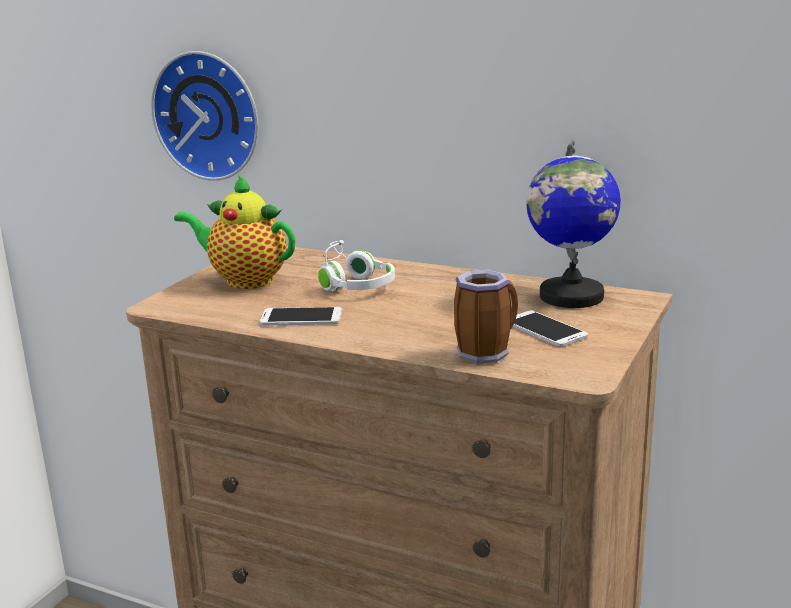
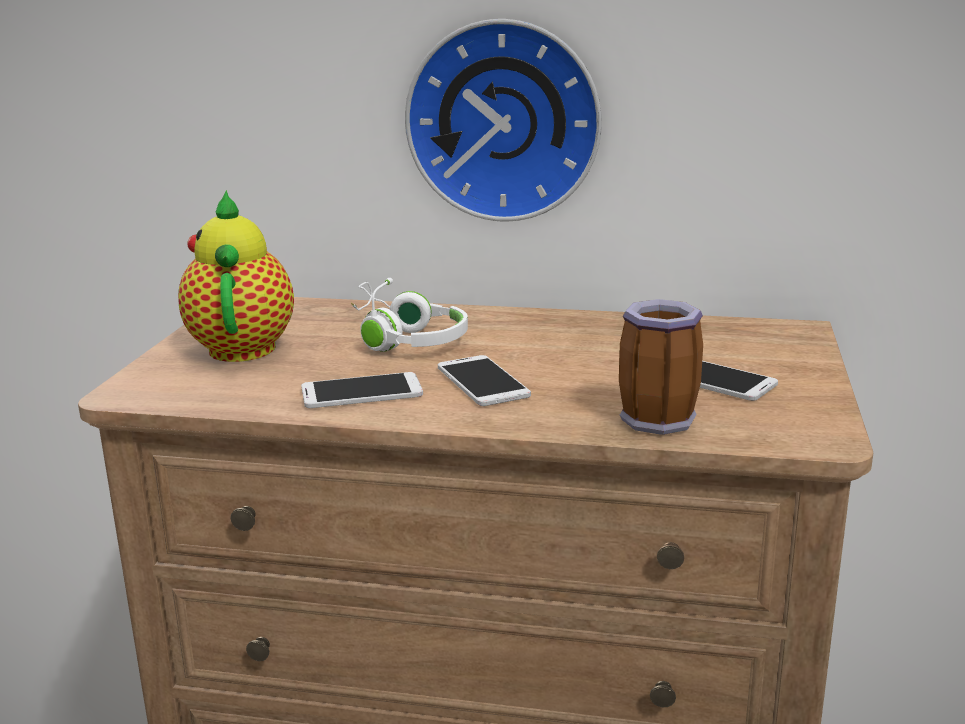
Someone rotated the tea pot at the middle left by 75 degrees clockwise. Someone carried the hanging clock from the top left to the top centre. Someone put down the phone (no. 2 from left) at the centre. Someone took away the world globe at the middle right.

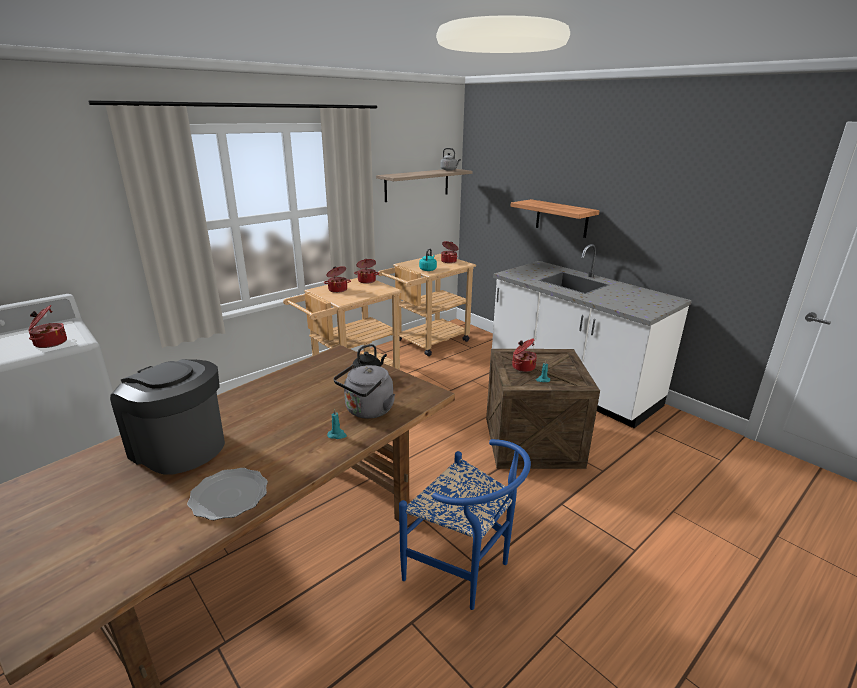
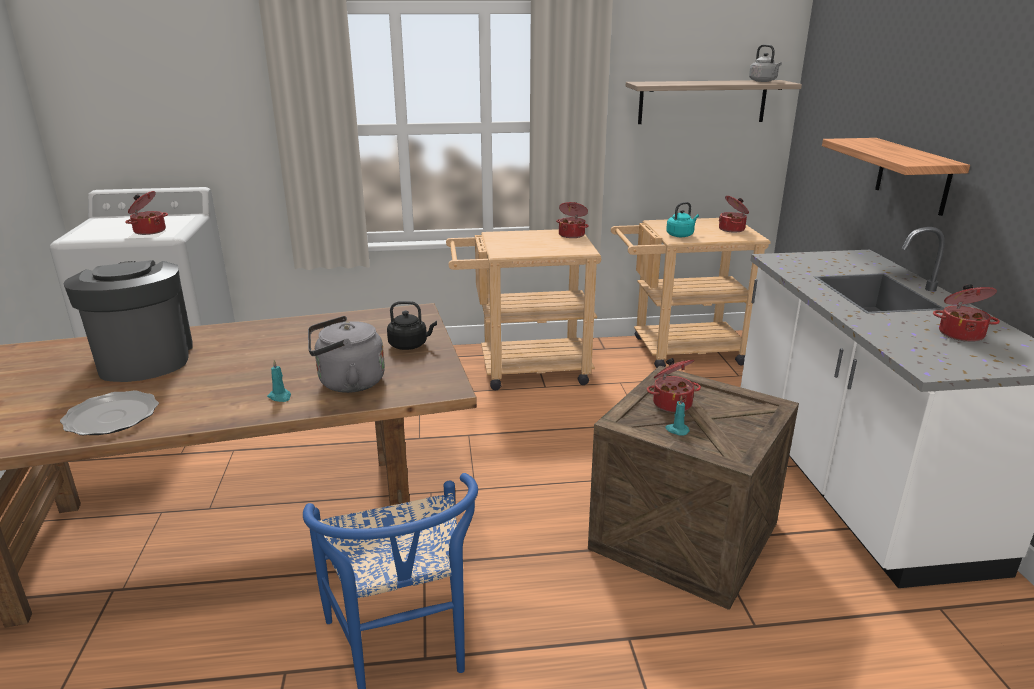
Someone carried the cooking pot (no. 2 from left in the first image) from the centre to the middle right.

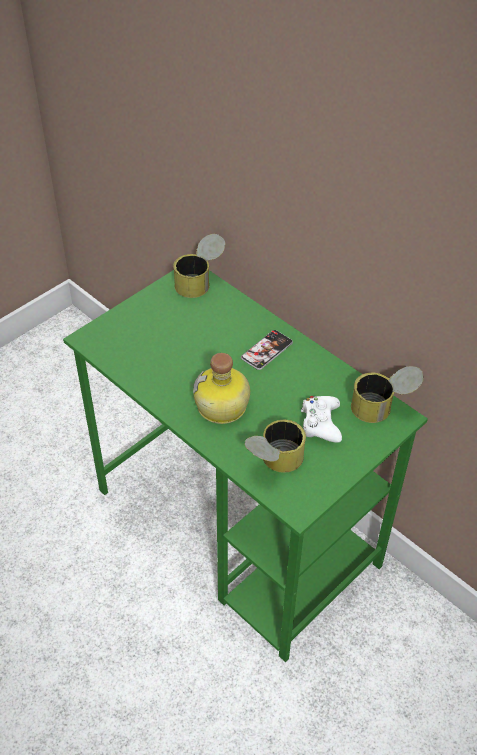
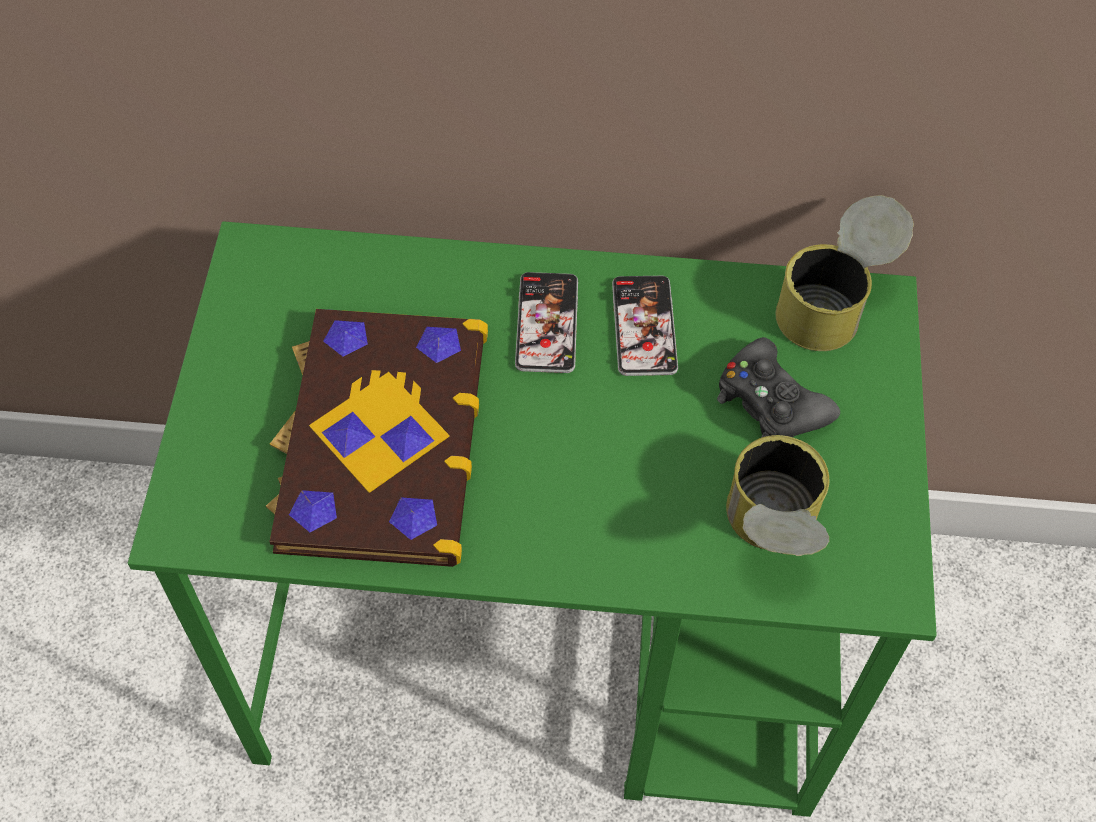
Someone put down the book at the centre. Someone put down the phone (no. 2 from left) at the centre. Someone repainted the white gamepad at the middle right, which became the blackish gamepad at the middle right. Someone took away the can (no. 1 from left) at the centre. Someone took away the bottle at the centre.

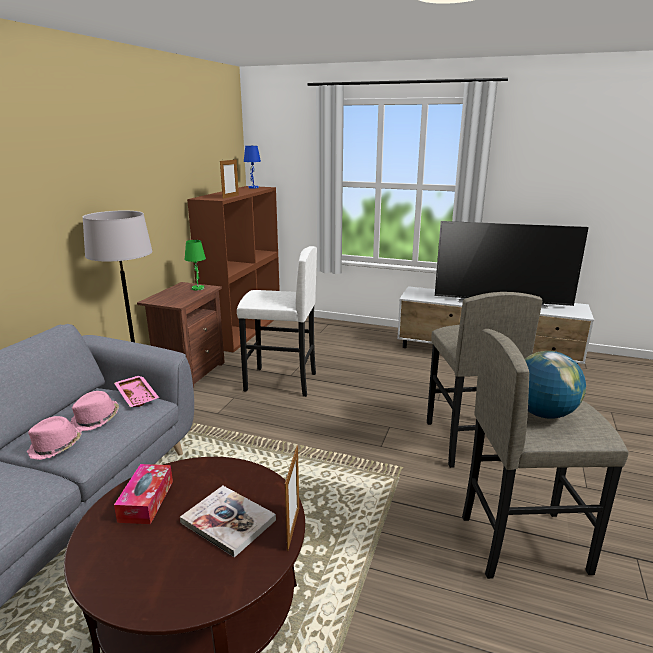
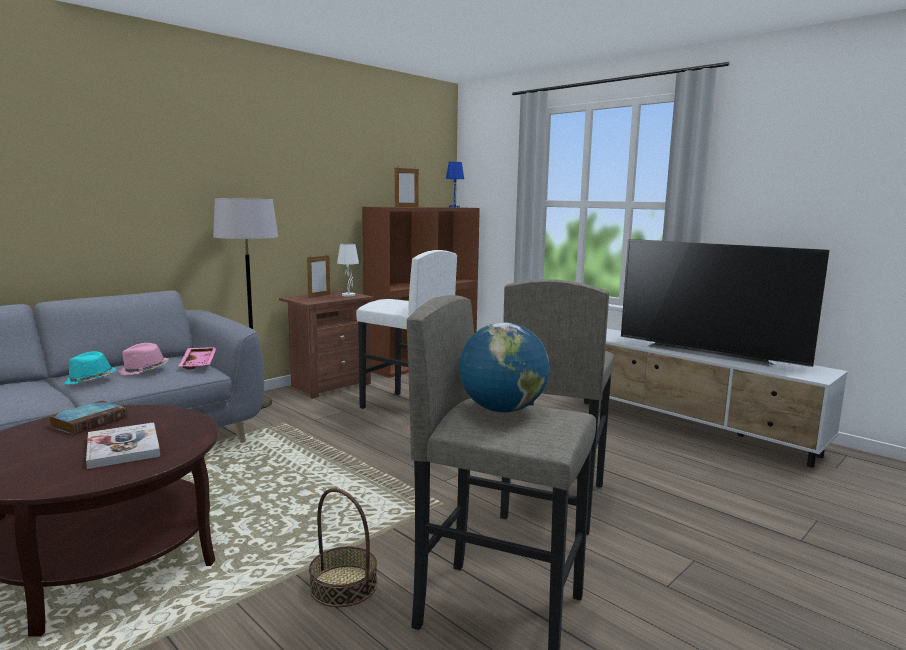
Someone swapped the tissue box at the bottom left for the book (no. 1 from left) at the middle left. Someone repainted the pink wearable hat (no. 1 from left) at the bottom left, which became the turquoise-coloured wearable hat at the middle left. Someone carried the picture frame (no. 2 from left in the first image) from the bottom centre to the centre. Someone put down the basket at the bottom centre. Someone repainted the green tabletop lamp at the middle left, which became the white tabletop lamp at the centre.

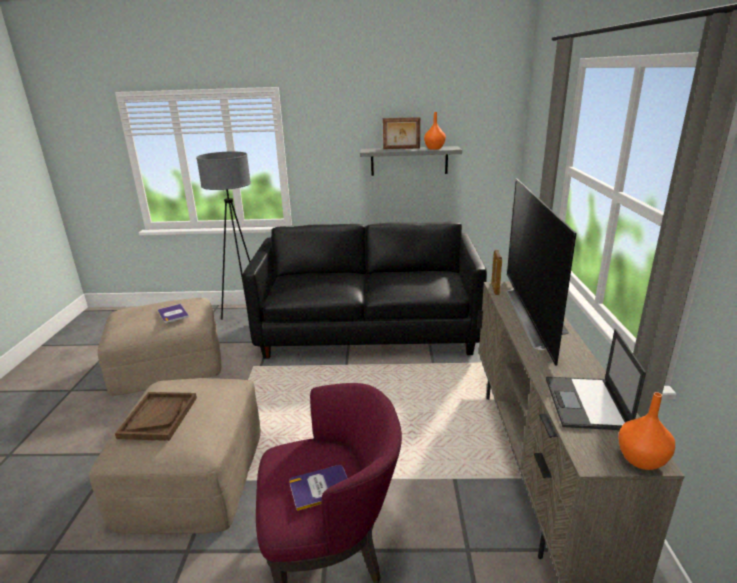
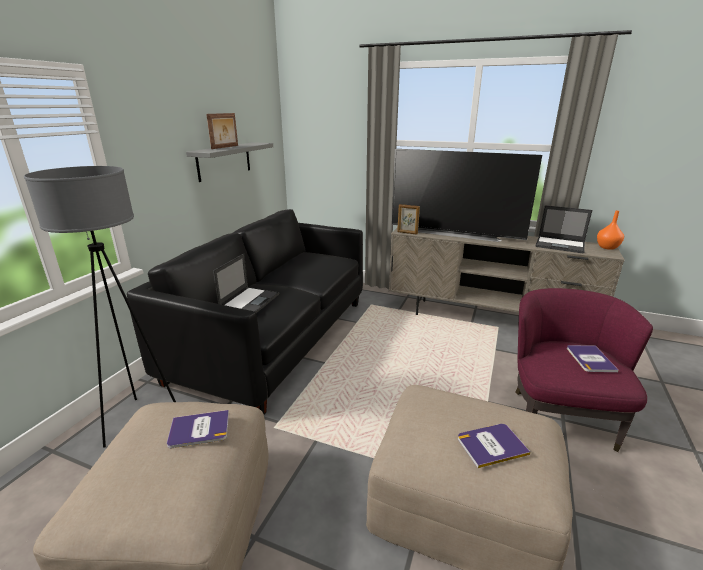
Someone put down the laptop (no. 1 from left) at the centre. Someone swapped the brown-coloured carrying tray at the bottom left for the book (no. 2 from left) at the bottom right. Someone took away the orangey vase (no. 1 from left) at the top centre.

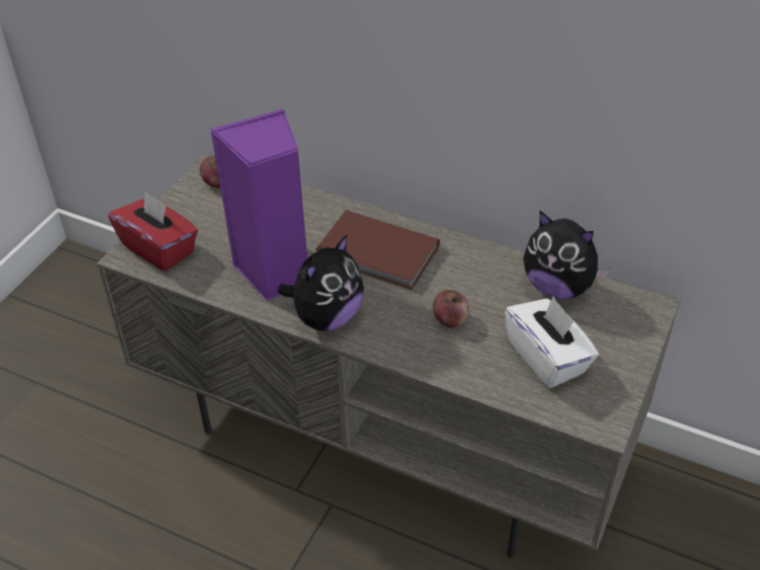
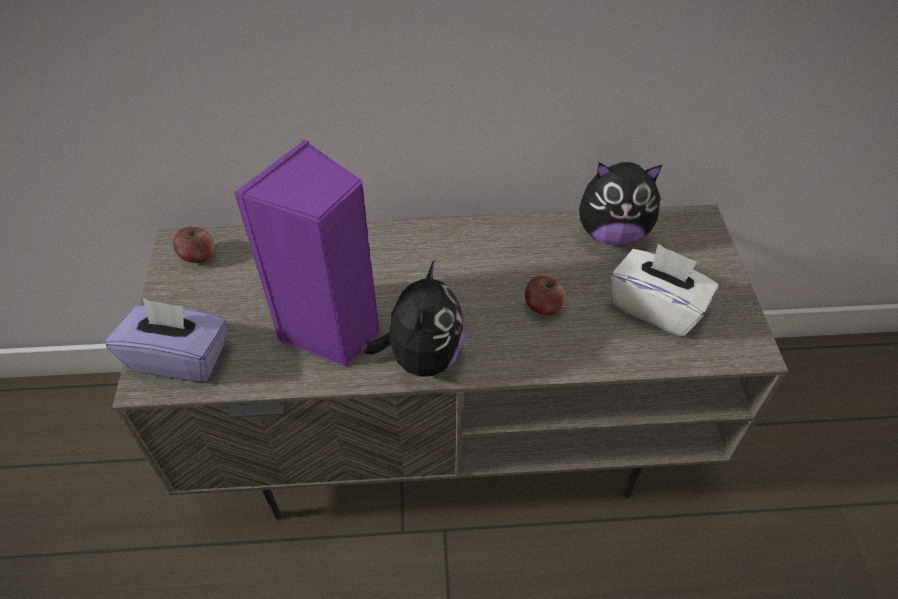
Someone repainted the reddish tissue box at the middle left, which became the purple-coloured tissue box at the middle left. Someone took away the brown-coloured book at the centre.

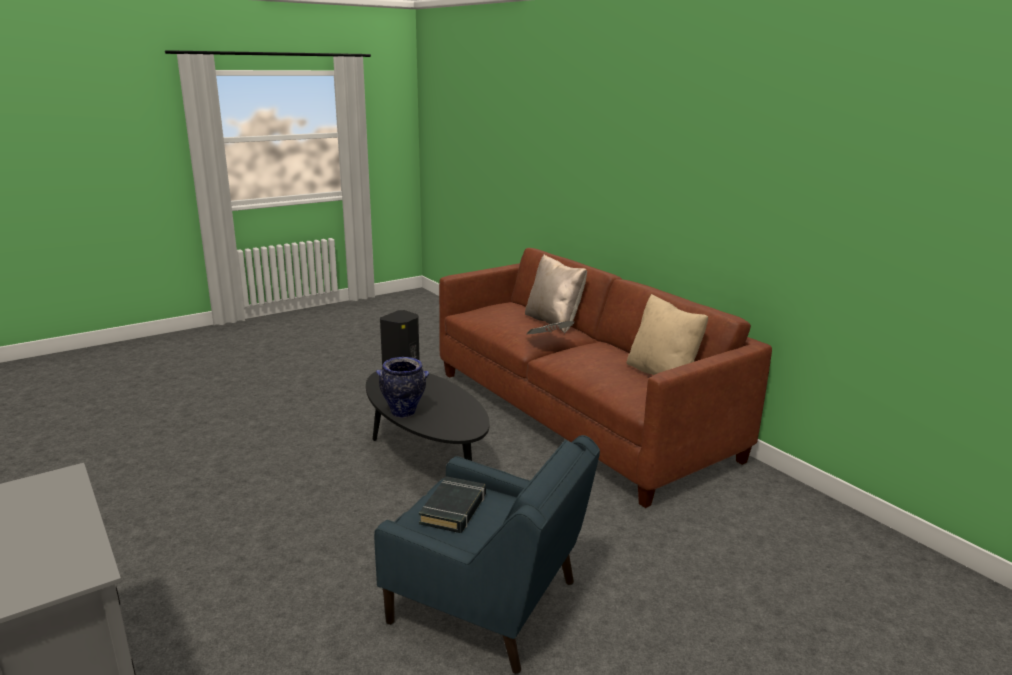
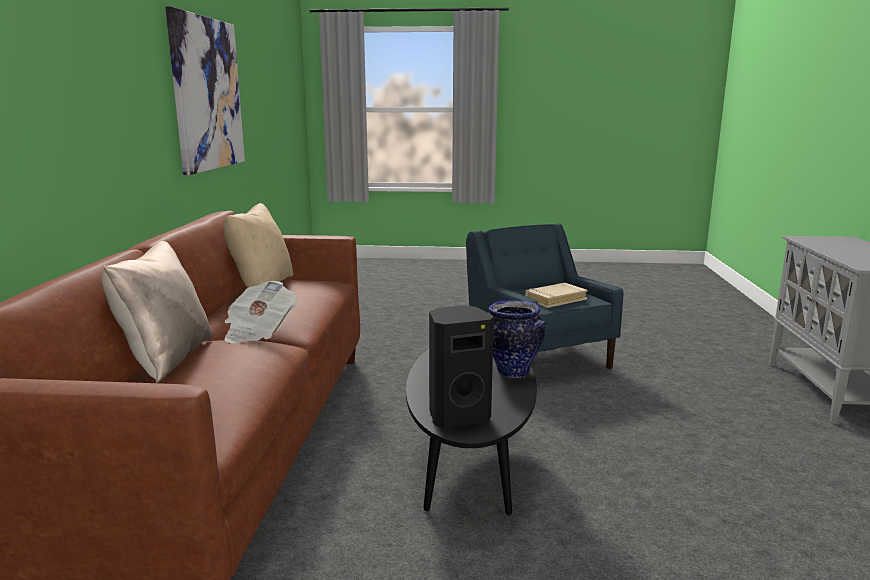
Someone put up the picture at the top left. Someone repainted the blackish book at the bottom centre, which became the beige book at the centre.

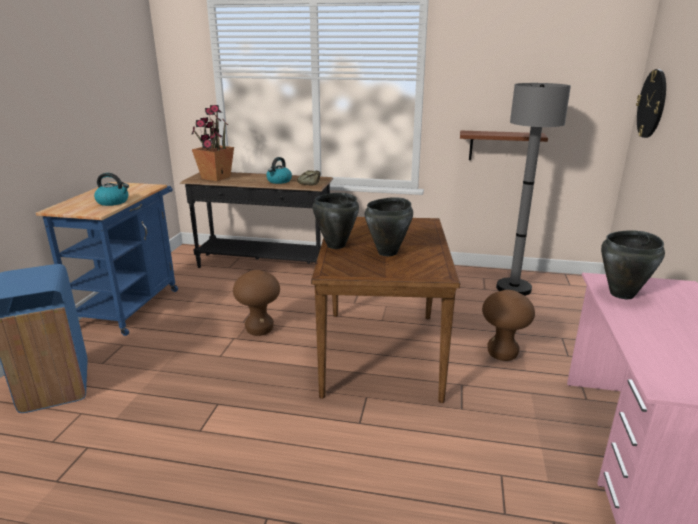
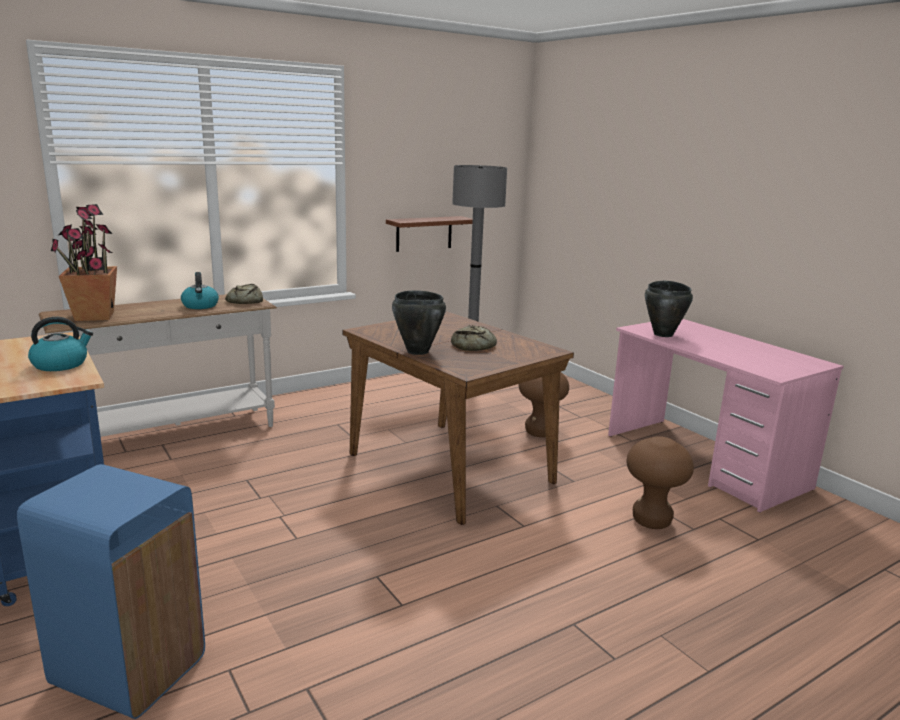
Someone repainted the blackish hall table at the centre, which became the white hall table at the middle left. Someone swapped the blackish cooking pot (no. 2 from left) at the centre for the baked bread (no. 2 from left) at the centre. Someone carried the brown-coloured stool (no. 1 from left in the first image) from the centre to the bottom right. Someone took away the hanging clock at the top right.

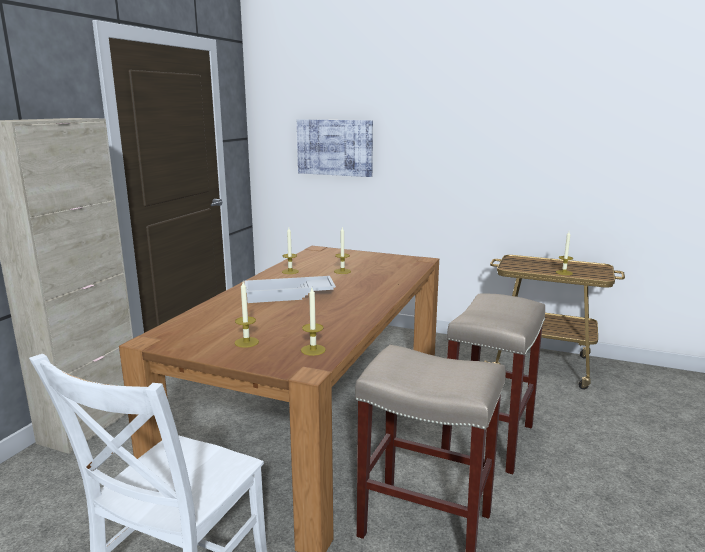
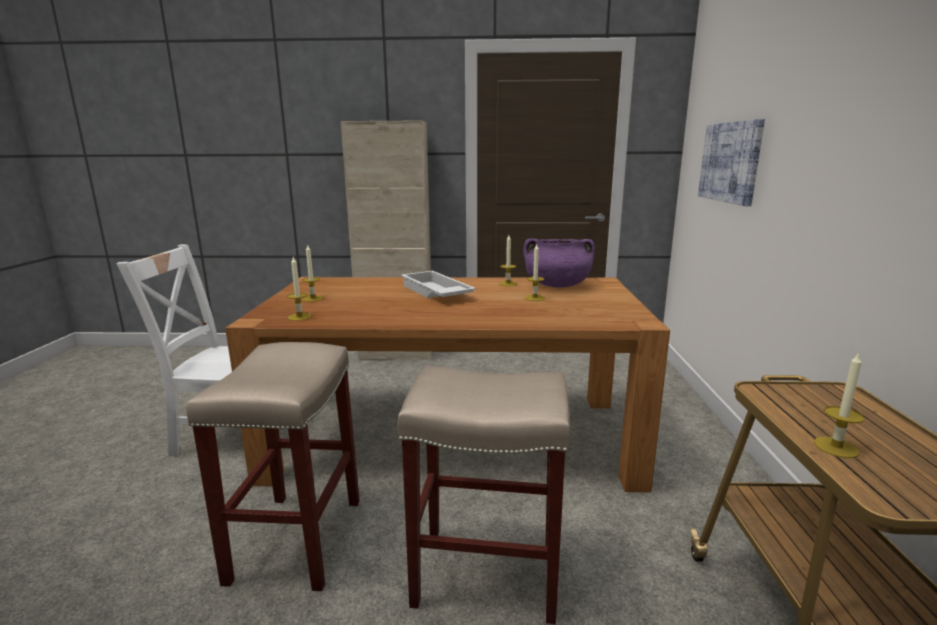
Someone put down the purple-coloured cooking pot at the centre.

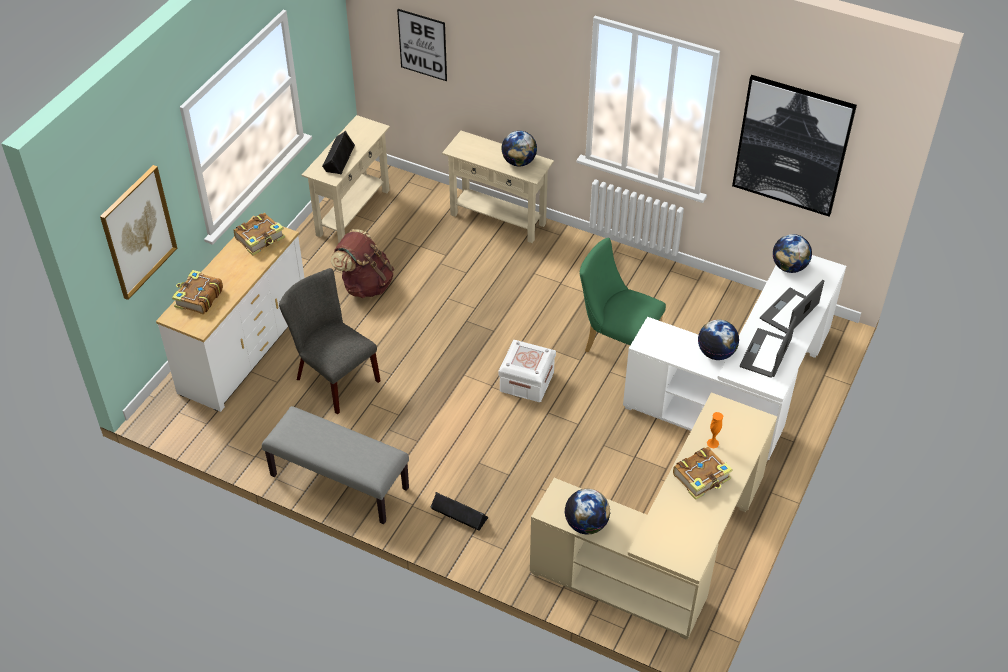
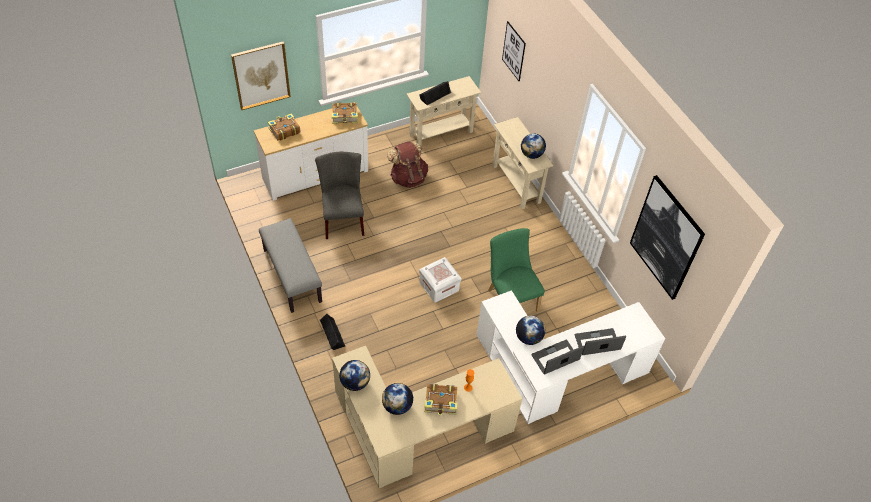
Someone carried the world globe (no. 4 from left in the first image) from the middle right to the bottom centre.

